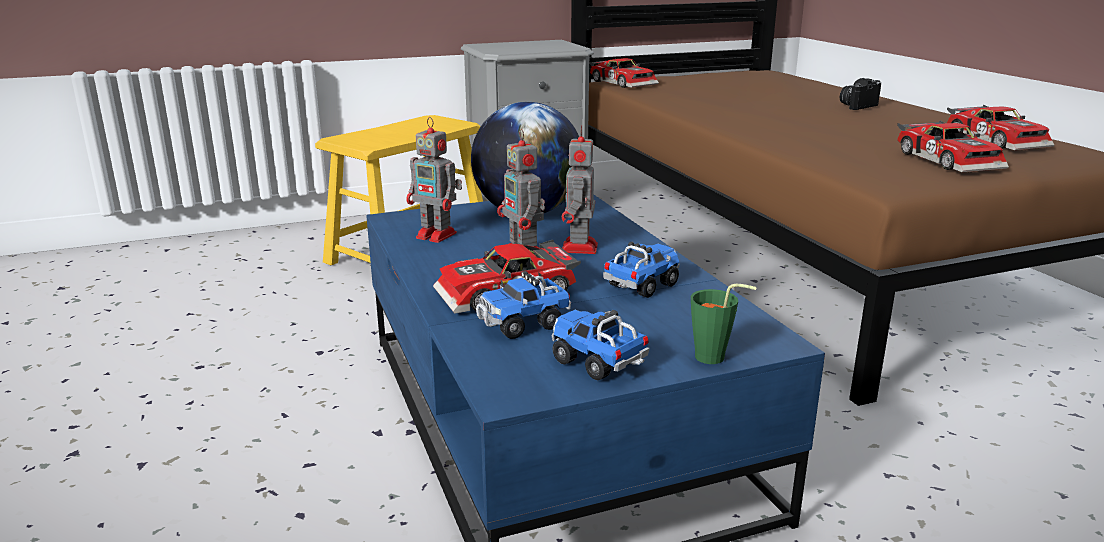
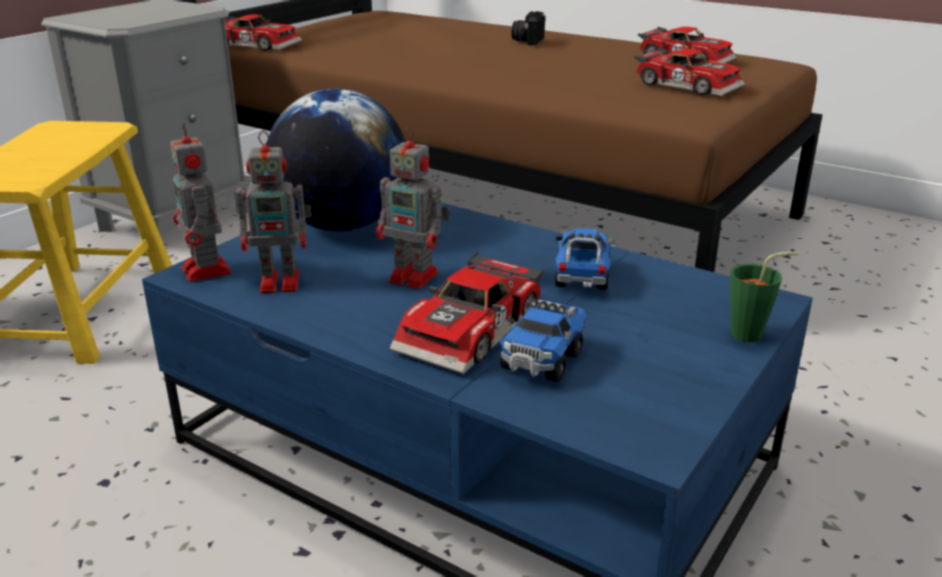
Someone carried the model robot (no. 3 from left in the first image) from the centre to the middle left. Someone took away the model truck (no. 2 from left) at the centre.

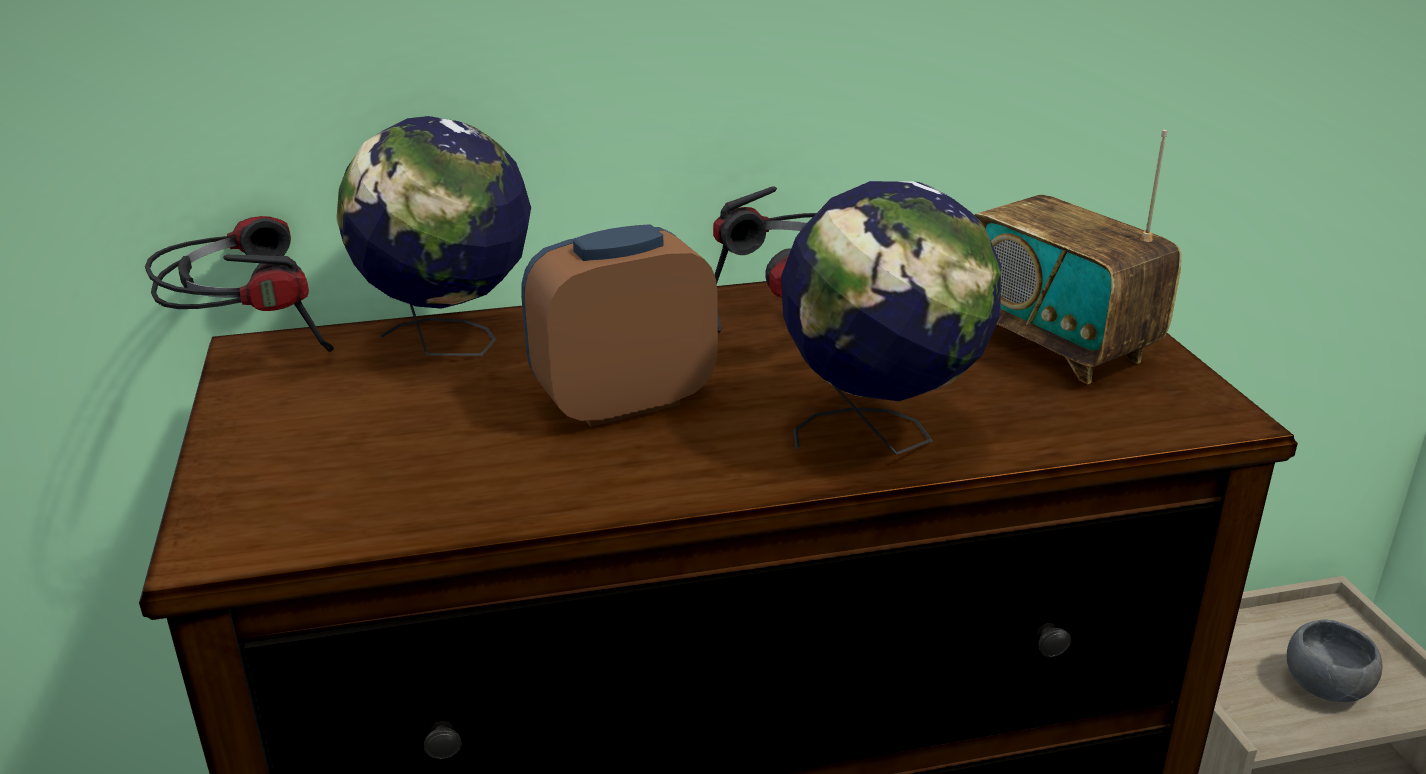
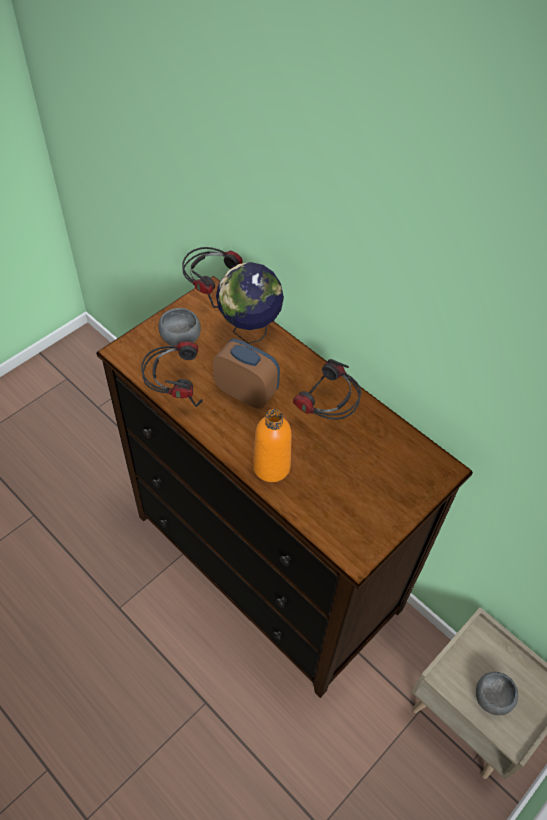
Someone put down the headset (no. 1 from left) at the middle left. Someone put down the greyish serving bowl (no. 1 from left) at the middle left. Someone swapped the world globe (no. 2 from left) at the centre for the orangey bottle at the centre. Someone took away the radio set at the top right.

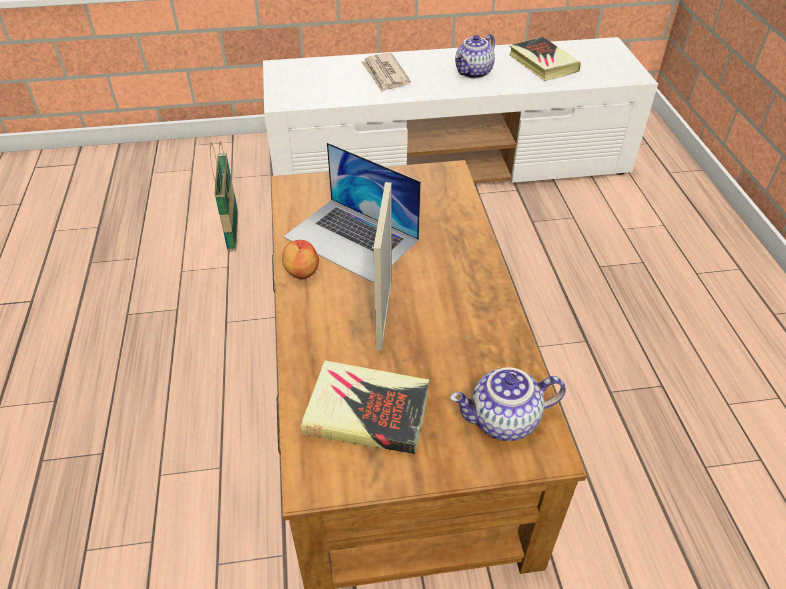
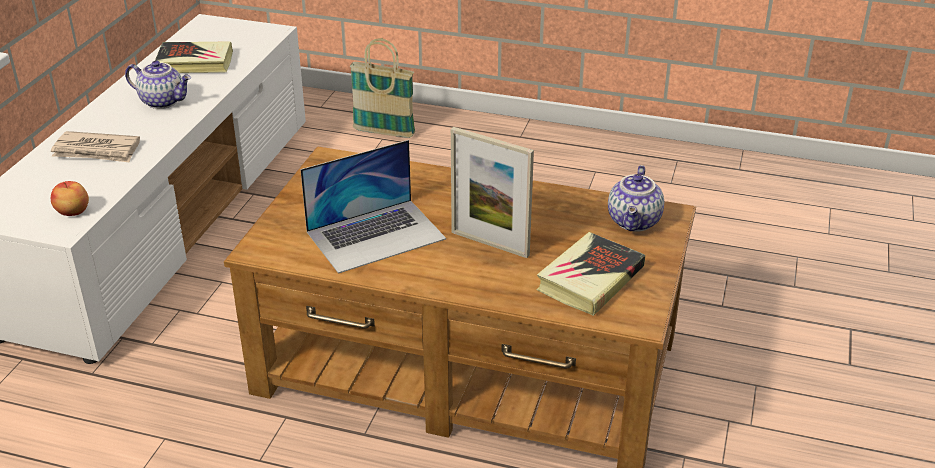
Someone carried the whole apple from the centre to the middle left. Someone rotated the tea pot (no. 1 from left) at the top centre by 45 degrees counterclockwise. Someone carried the basket from the top left to the top centre.

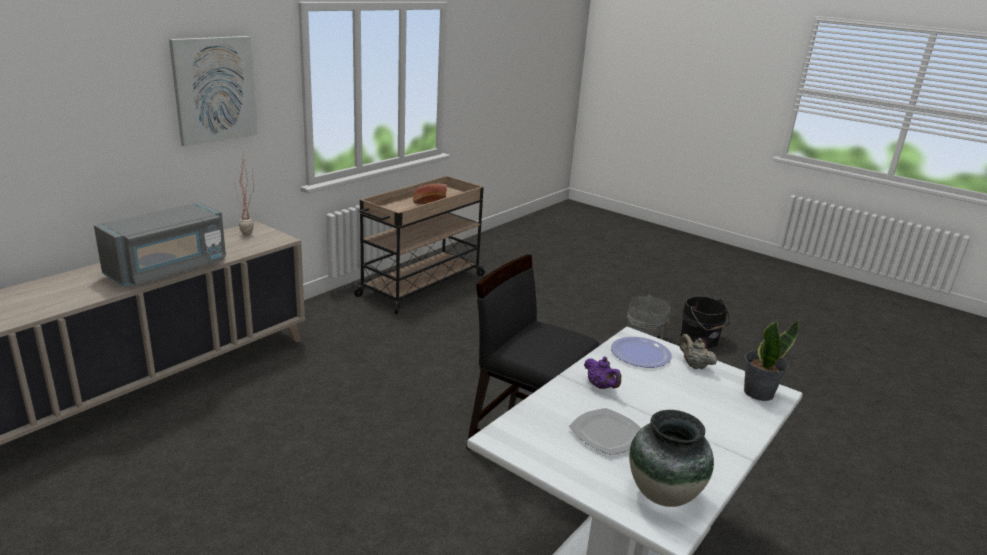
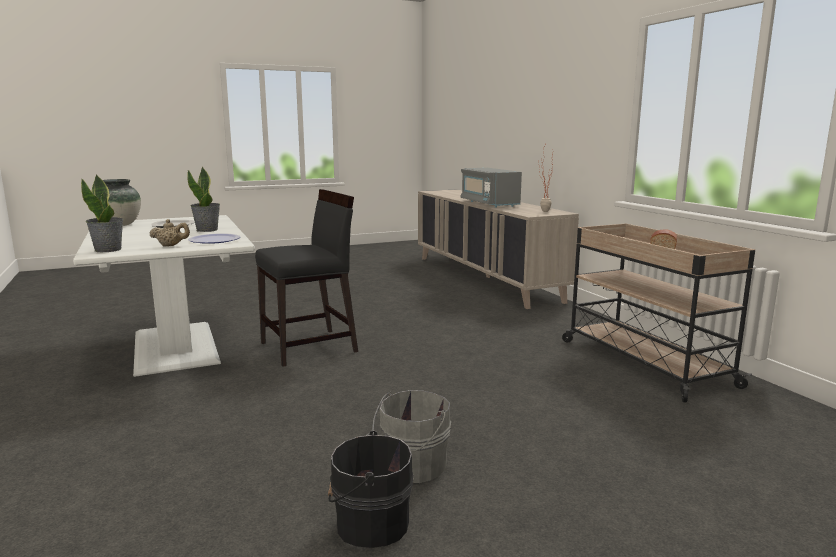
Someone swapped the purple-coloured tea pot at the bottom centre for the houseplant (no. 2 from left) at the middle left. Someone took away the picture at the top left.

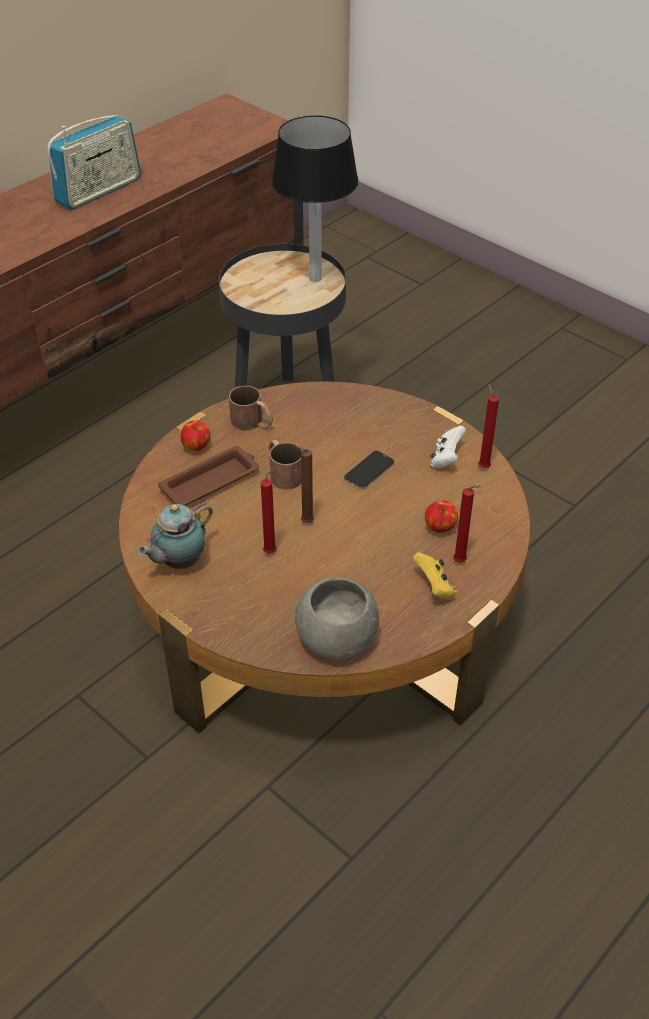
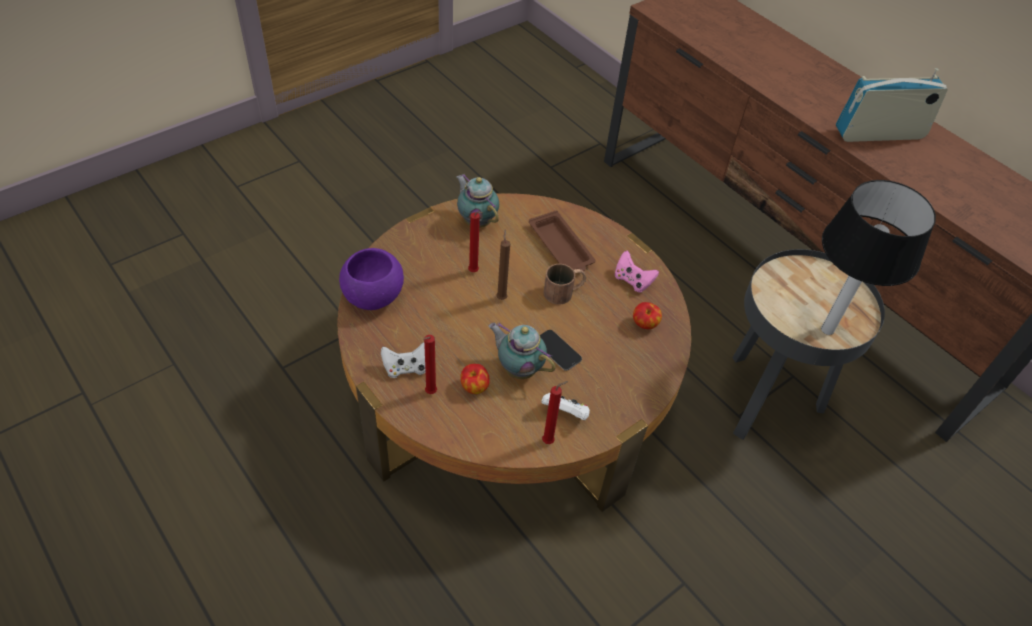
Someone repainted the greyish serving bowl at the centre, which became the purple-coloured serving bowl at the centre. Someone repainted the yellow-coloured gamepad at the middle right, which became the white gamepad (no. 1 from left) at the centre. Someone put down the tea pot (no. 2 from left) at the centre. Someone swapped the brown-coloured mug (no. 1 from left) at the centre for the pink gamepad at the centre. Someone carried the whole apple (no. 1 from left in the first image) from the middle left to the centre. Someone rotated the radio set at the top left by 120 degrees clockwise.

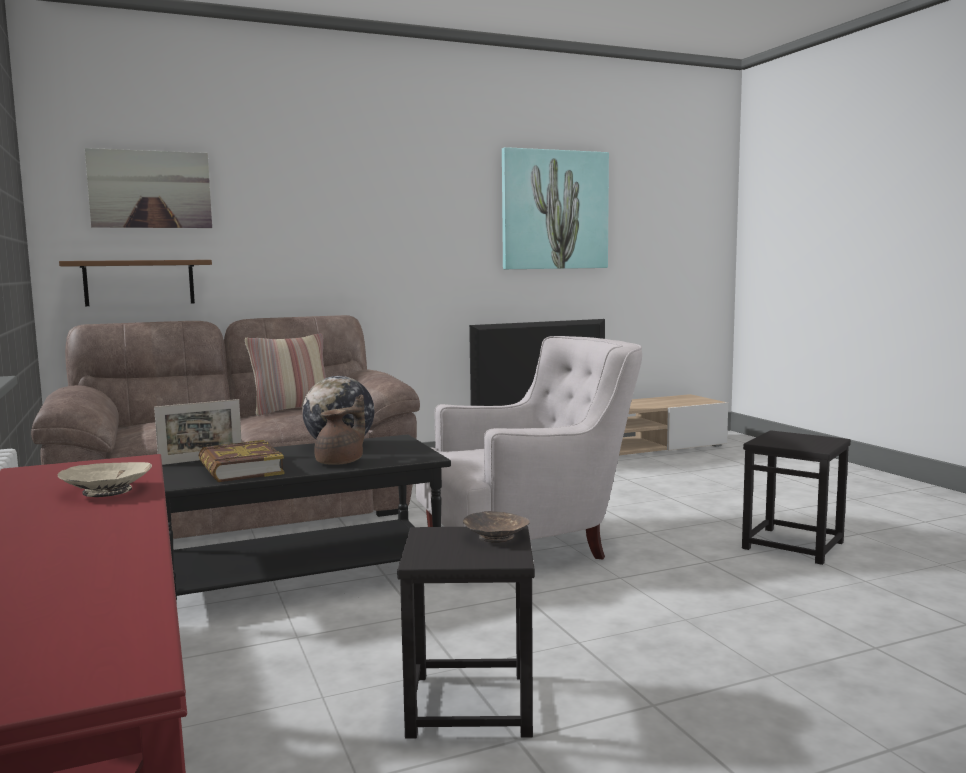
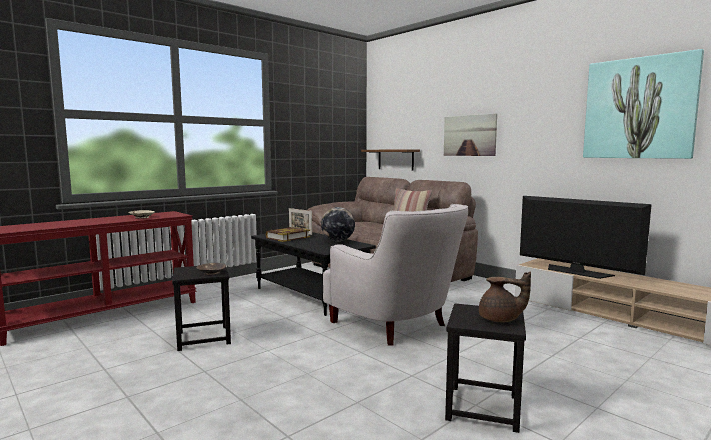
Someone carried the picture (no. 1 from left) from the top left to the top centre. Someone carried the brown-coloured tea pot from the centre to the bottom right.

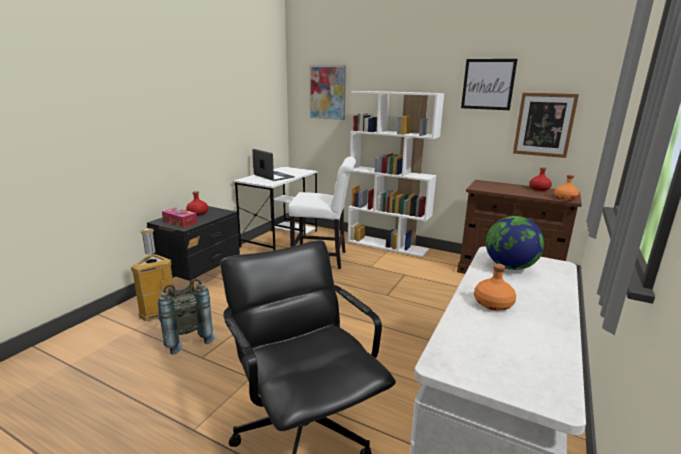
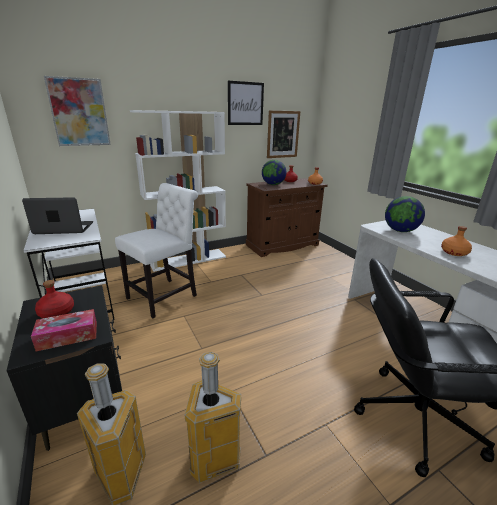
Someone swapped the greyish rucksack at the bottom left for the rubbish bin (no. 2 from left) at the bottom centre. Someone put down the world globe (no. 1 from left) at the centre.

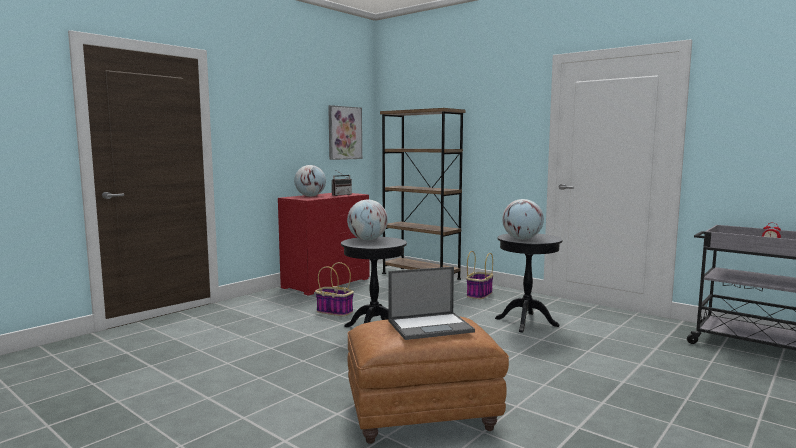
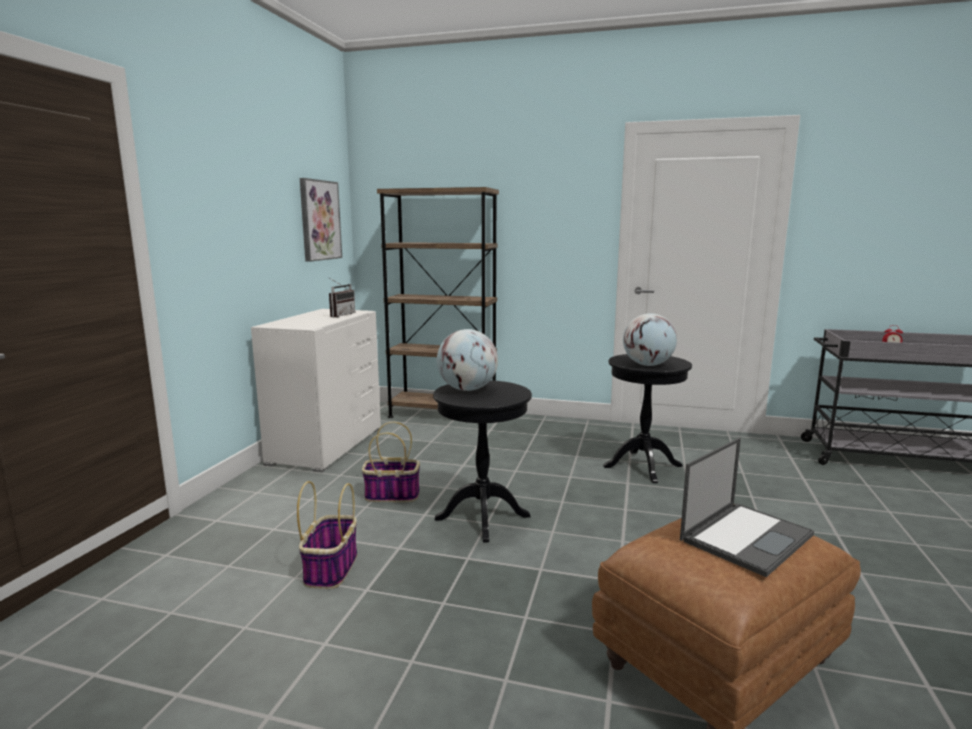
Someone repainted the reddish drawer chest at the centre, which became the white drawer chest at the middle left. Someone carried the basket (no. 2 from left in the first image) from the centre to the bottom centre. Someone took away the world globe (no. 1 from left) at the centre.

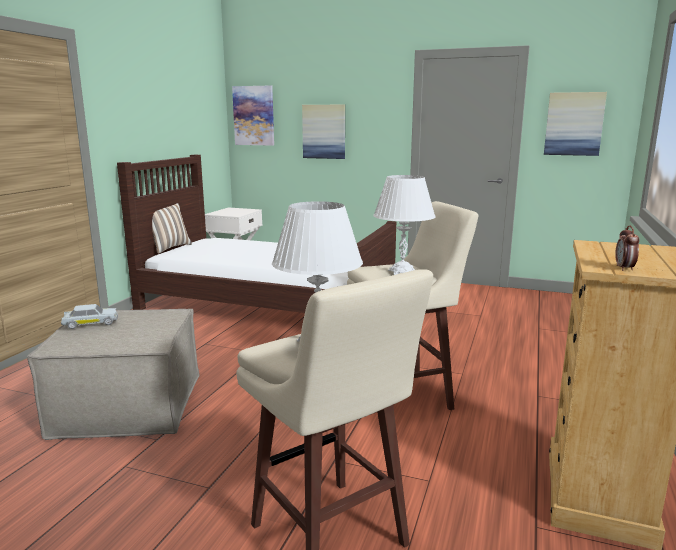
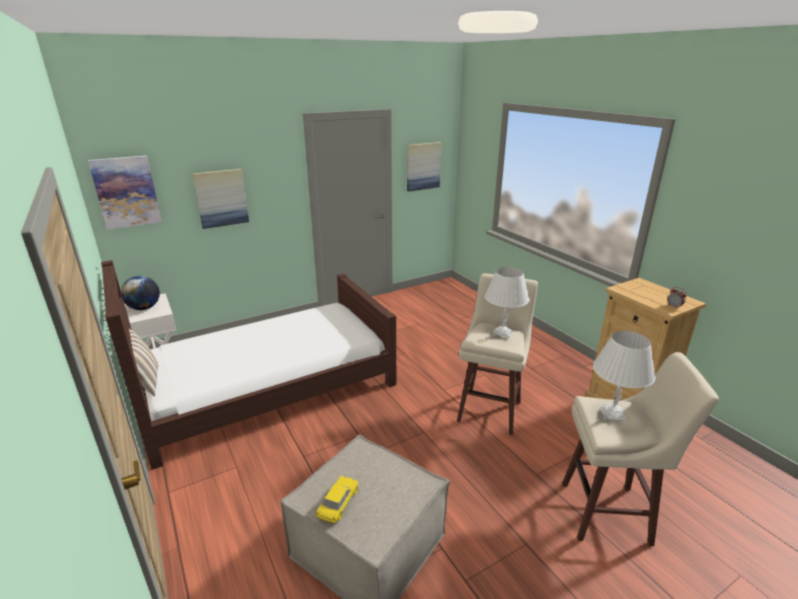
Someone put down the world globe at the middle left. Someone repainted the white model car at the middle left, which became the yellow-coloured model car at the bottom centre.

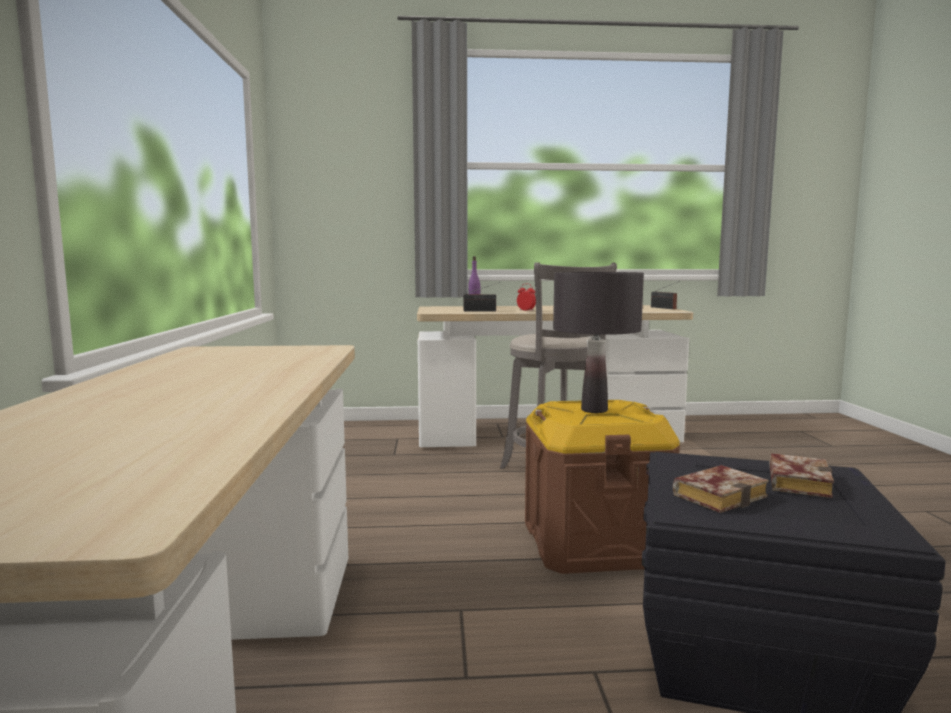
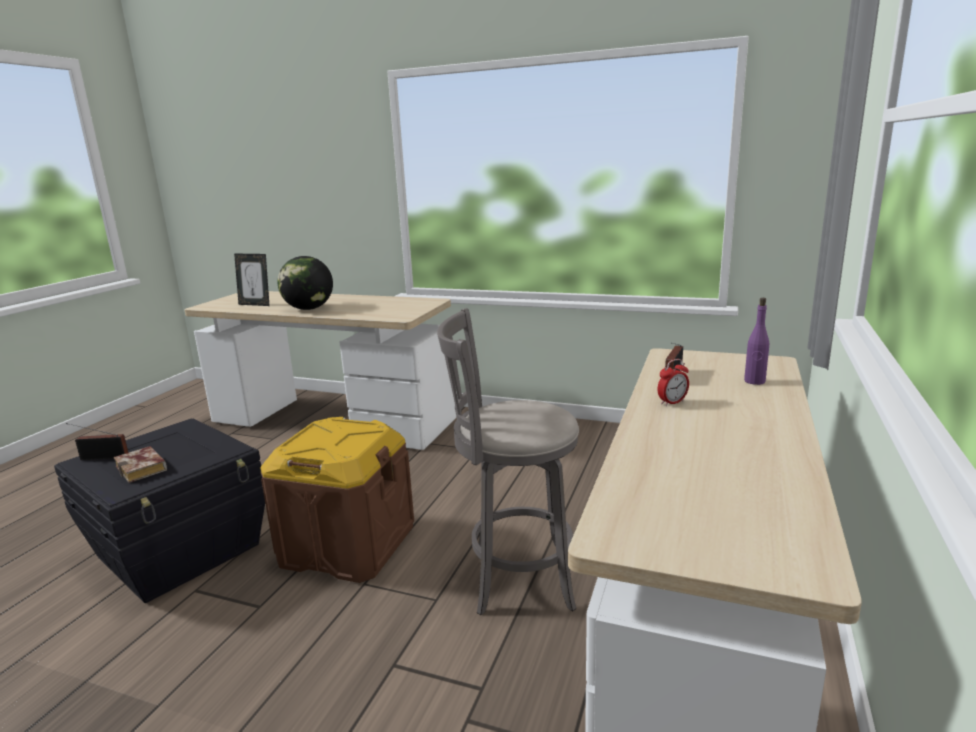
Someone carried the radio set (no. 2 from left in the first image) from the middle right to the middle left. Someone put down the picture frame at the middle left. Someone put down the world globe at the middle left. Someone took away the blackish tabletop lamp at the centre. Someone took away the book (no. 1 from left) at the bottom right.

